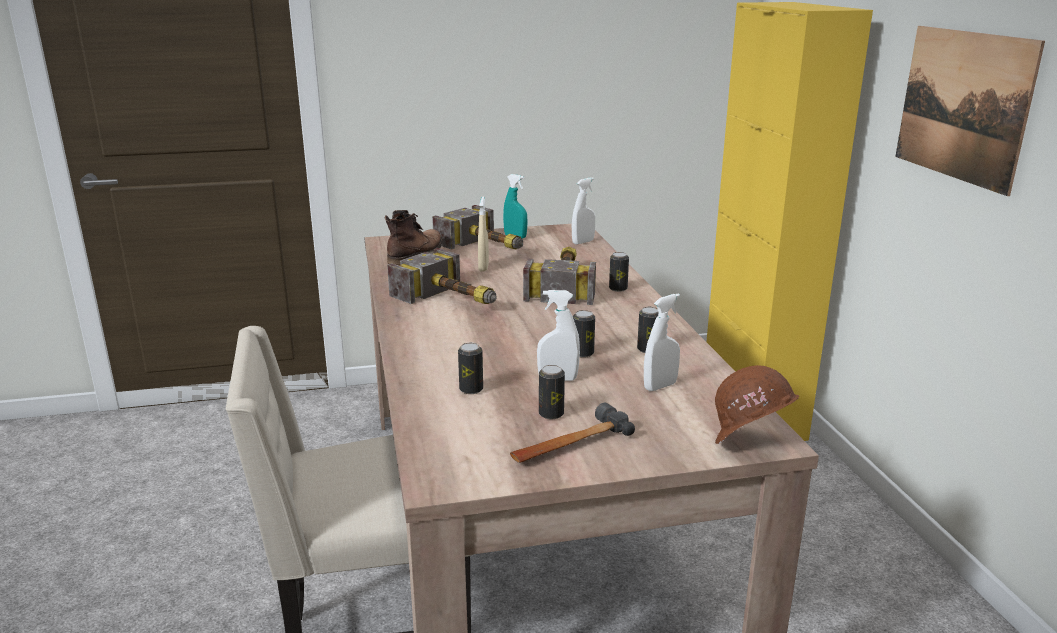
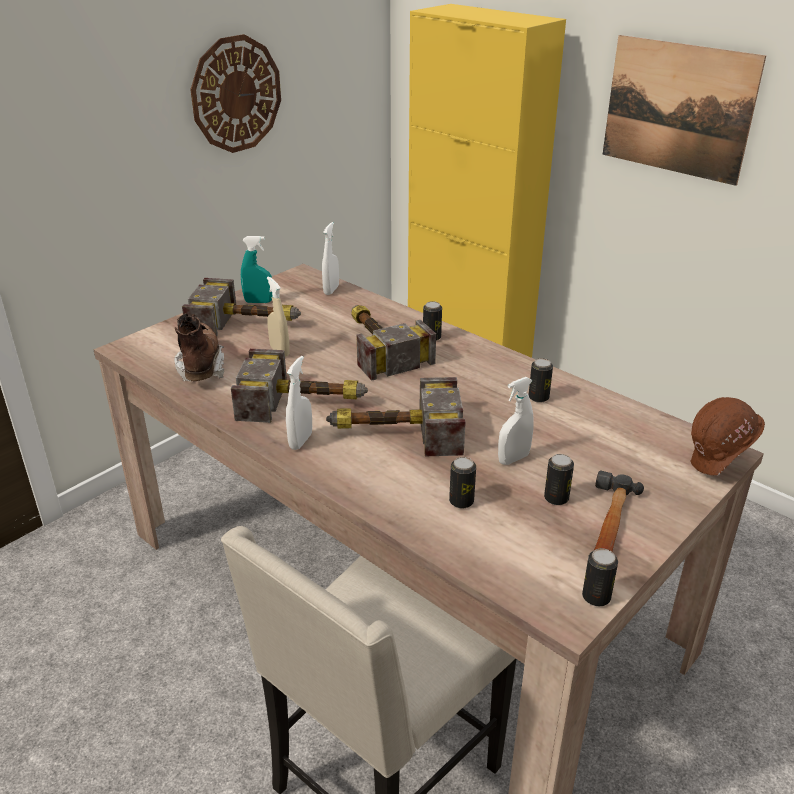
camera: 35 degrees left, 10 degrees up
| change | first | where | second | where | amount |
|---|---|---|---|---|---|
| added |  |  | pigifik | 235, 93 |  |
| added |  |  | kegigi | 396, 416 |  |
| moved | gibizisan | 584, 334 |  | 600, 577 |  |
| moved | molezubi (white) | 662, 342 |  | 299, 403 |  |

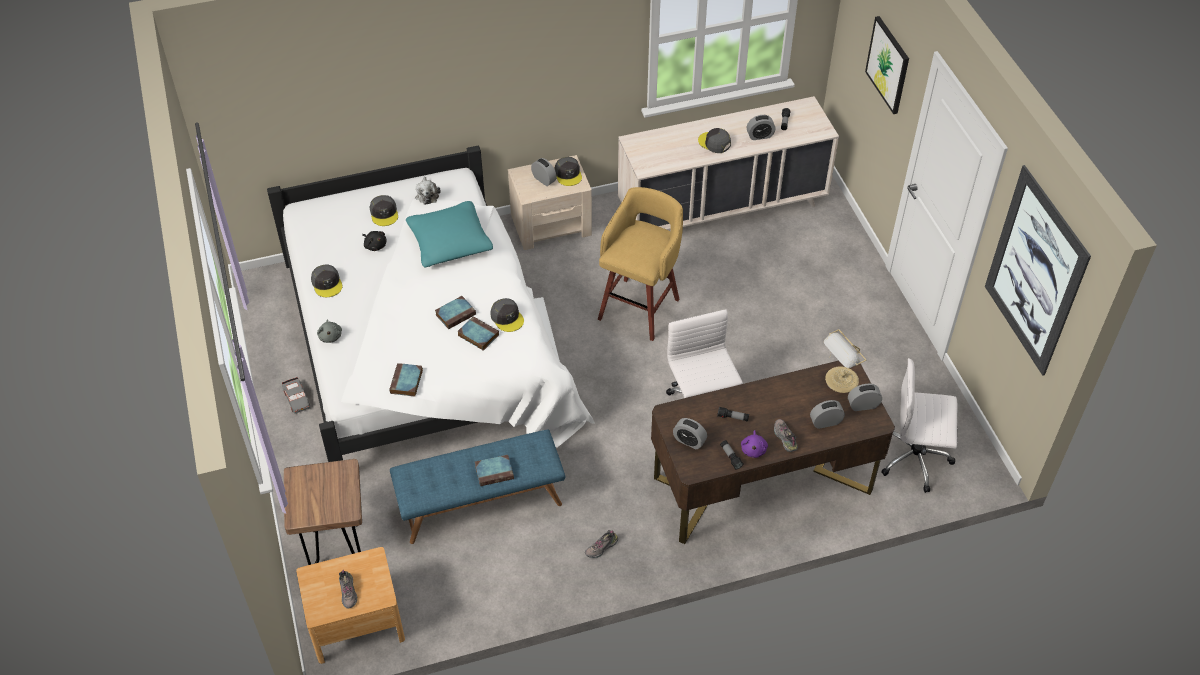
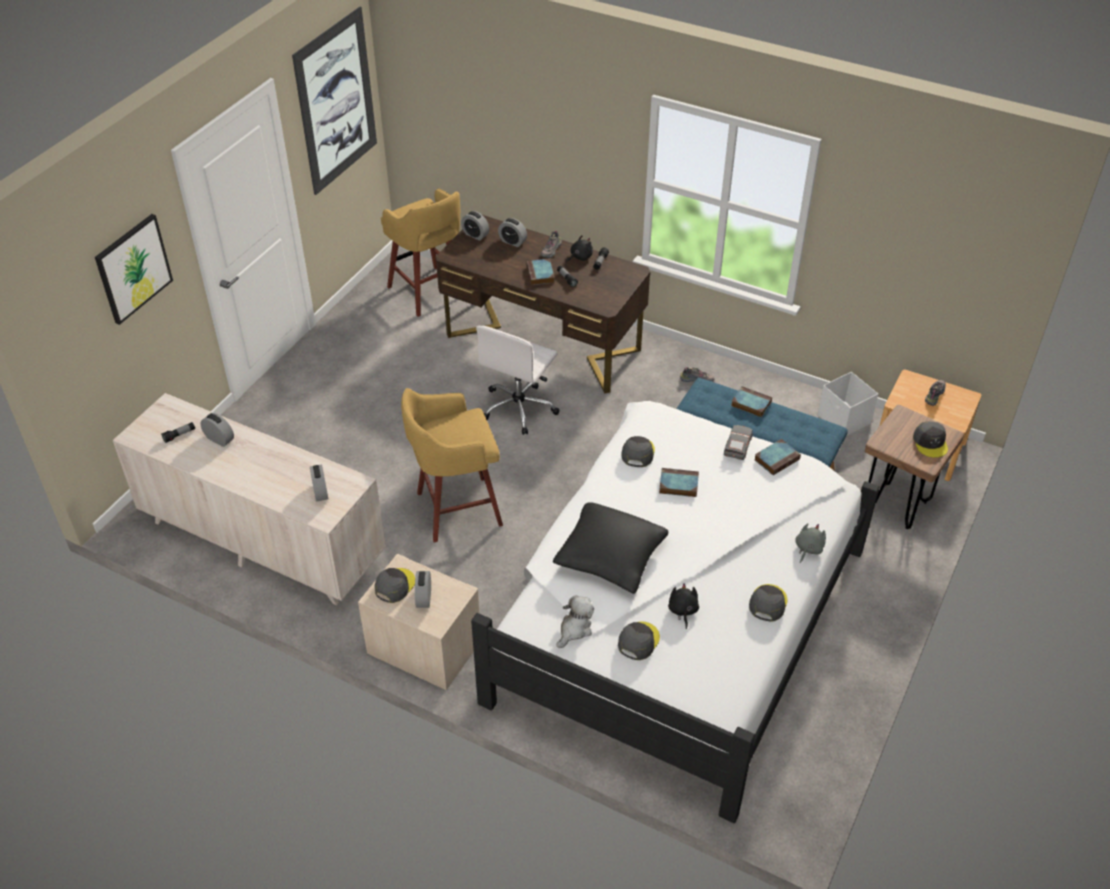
camera: 135 degrees left, 5 degrees down
| change | first | where | second | where | amount |
|---|---|---|---|---|---|
| removed | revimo | 845, 361 |  |  |  |
| added |  |  | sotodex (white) | 848, 404 |  |
| moved | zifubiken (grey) | 296, 395 |  | 738, 442 |  |
| moved | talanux | 478, 333 |  | 540, 272 |  |
| moved | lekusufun | 690, 433 |  | 319, 483 |  |
| moved | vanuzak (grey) | 714, 140 |  | 930, 439 |  |
| replaced | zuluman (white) | 919, 425 | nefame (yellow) | 420, 252 |  |
| recoloured | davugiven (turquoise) | 449, 234 | davugiven (black) | 610, 548 |  |
| recoloured | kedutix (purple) | 754, 444 | kedutix (black) | 579, 249 |  |

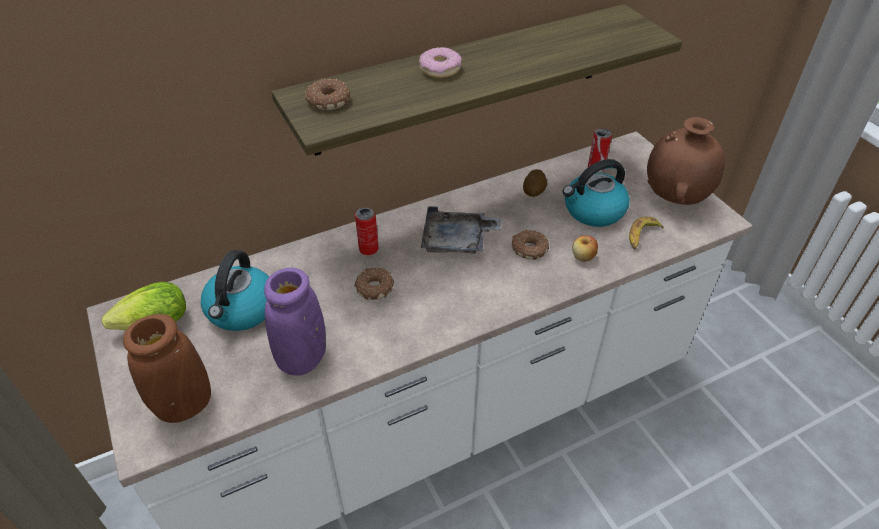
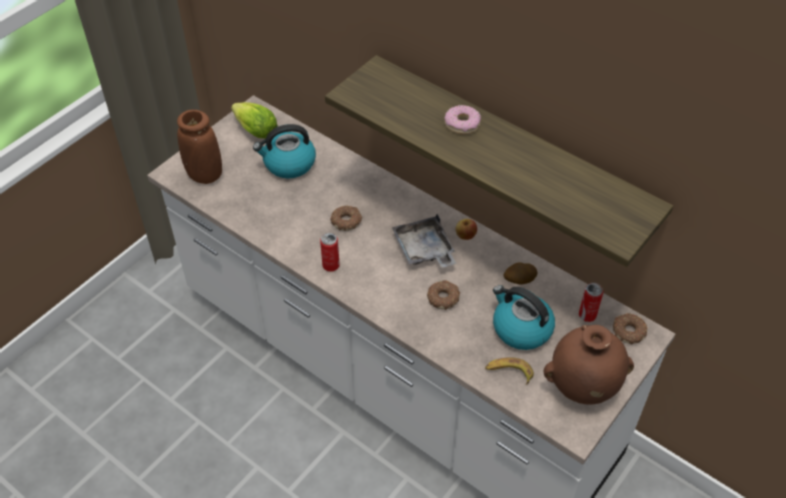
camera: 65 degrees right, 5 degrees up
| change | first | where | second | where | amount |
|---|---|---|---|---|---|
| removed | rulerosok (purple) | 295, 322 |  |  |  |
| moved | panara | 327, 94 |  | 630, 328 |  |
| moved | gibizisan | 367, 231 |  | 330, 252 |  |
| moved | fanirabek | 585, 248 |  | 466, 229 |  |

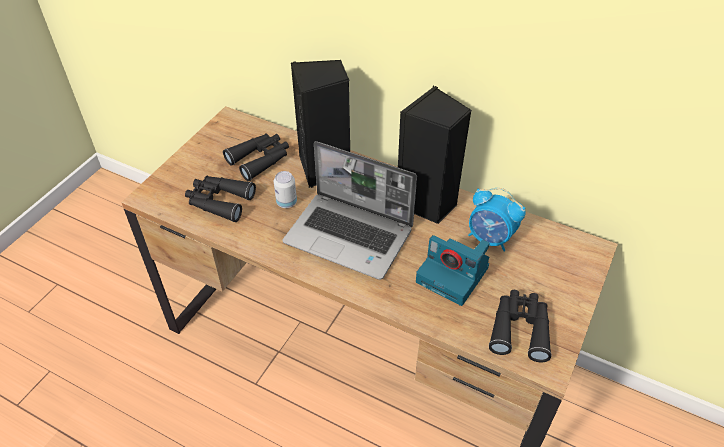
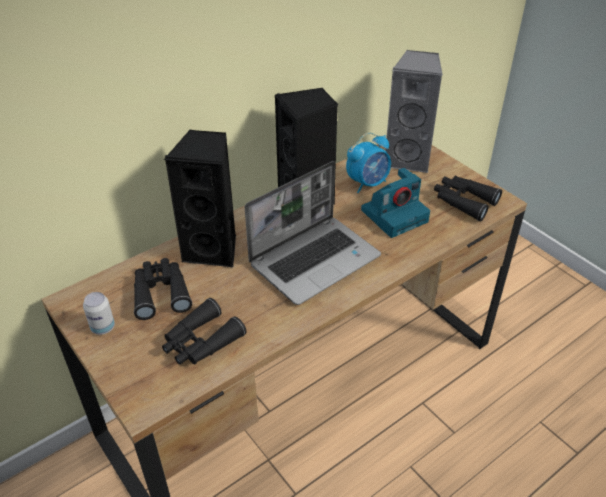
camera: 65 degrees left, 5 degrees down
| change | first | where | second | where | amount |
|---|---|---|---|---|---|
| added |  |  | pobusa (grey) | 414, 111 |  |
| moved | gibizisan | 285, 189 |  | 99, 313 |  |

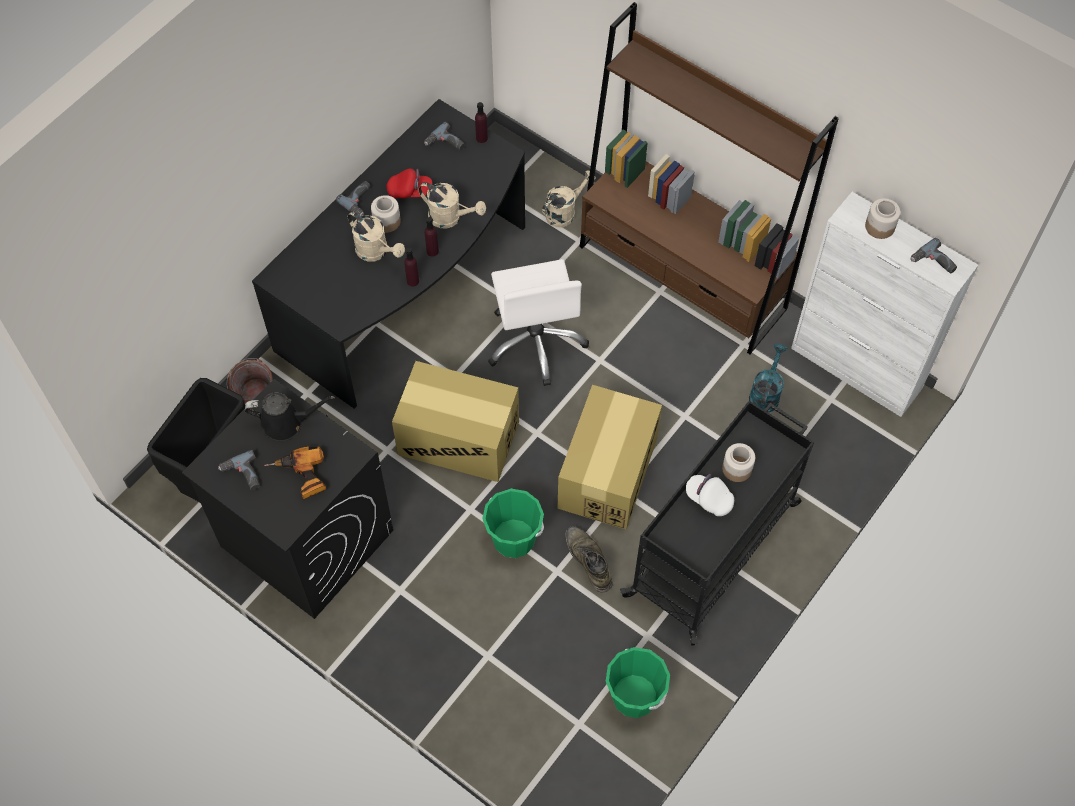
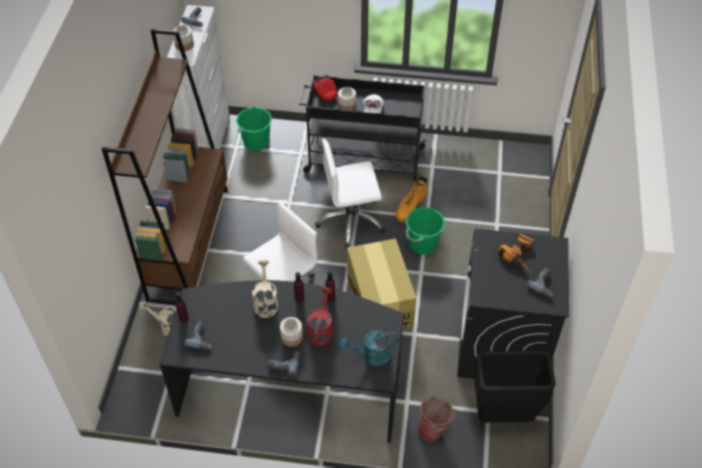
camera: 120 degrees left, 10 degrees down
| change | first | where | second | where | amount |
|---|---|---|---|---|---|
| removed | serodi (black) | 290, 417 |  |  |  |
| moved | vanuzak (red) | 409, 183 |  | 325, 88 |  |
| moved | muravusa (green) | 638, 682 |  | 254, 129 |  |
| moved | serodi (turquoise) | 768, 378 |  | 369, 348 |  |
| replaced | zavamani | 609, 457 | zuluman (white) | 350, 193 |  |
| recoloured | serodi (beige) | 376, 236 | serodi (red) | 320, 316 |  |
| recoloured | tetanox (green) | 588, 559 | tetanox (orange) | 411, 199 |  |

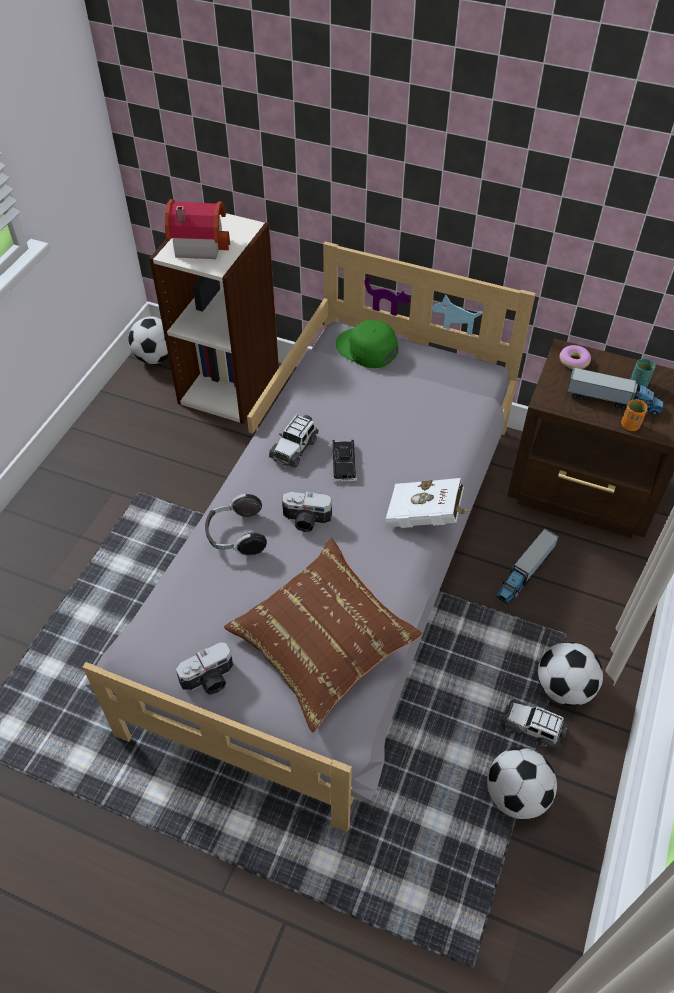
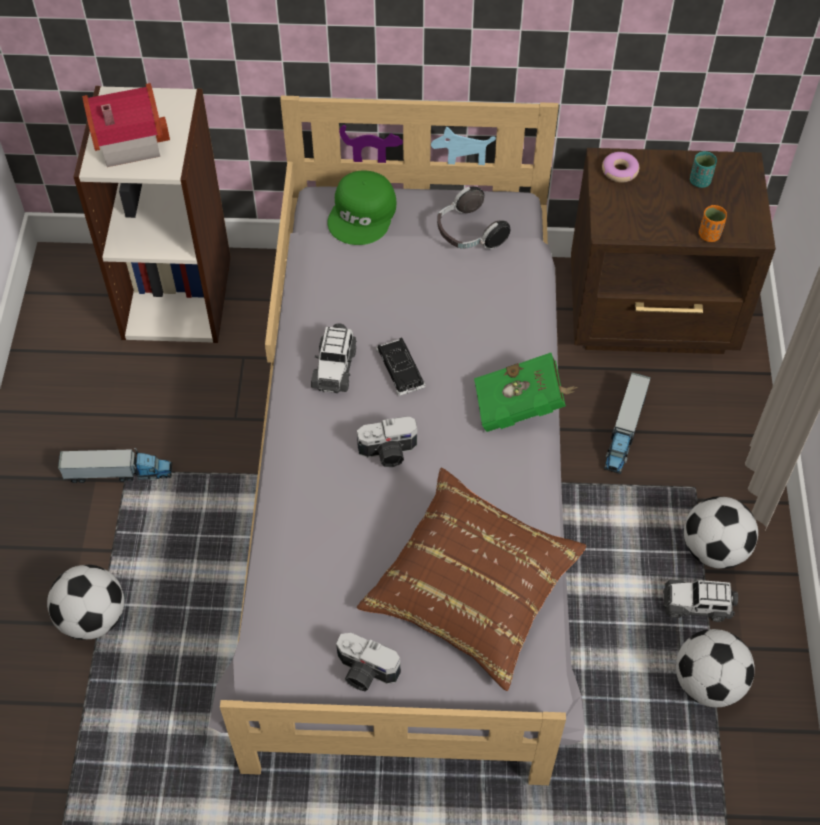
camera: 20 degrees left, 5 degrees up
| change | first | where | second | where | amount |
|---|---|---|---|---|---|
| moved | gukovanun | 148, 340 |  | 85, 602 |  |
| moved | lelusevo | 236, 525 |  | 473, 217 |  |
| moved | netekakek | 615, 391 |  | 115, 465 |  |
| recoloured | talanux (white) | 429, 503 | talanux (green) | 526, 392 |  |
| turned | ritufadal | 204, 668 |  | 368, 662 | 75 degrees clockwise |
| turned | vanuzak (green) | 367, 344 |  | 361, 207 | 90 degrees counterclockwise |

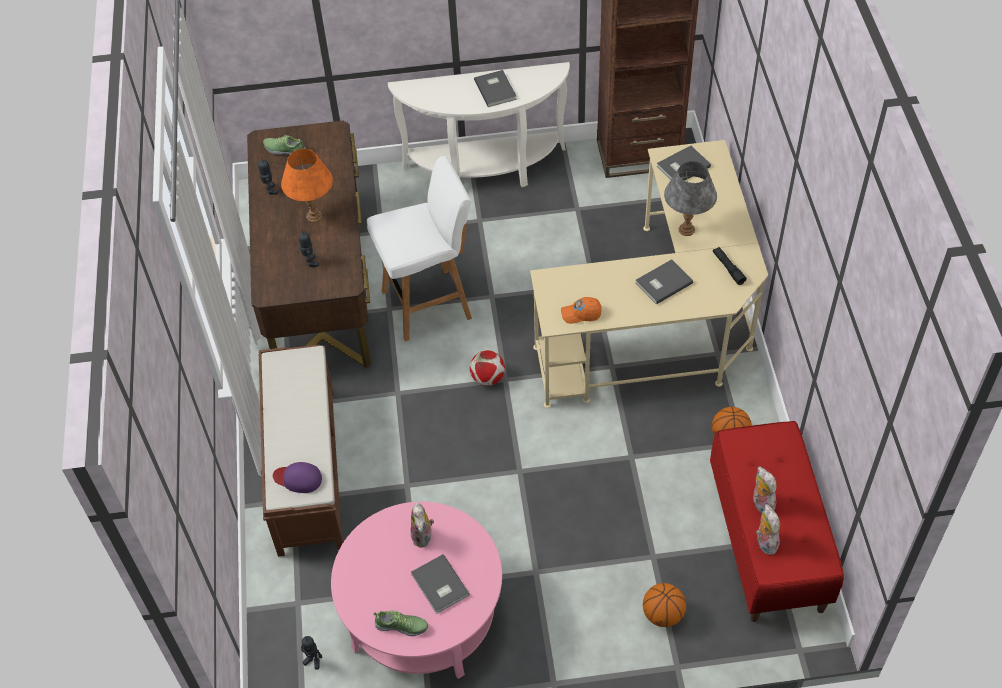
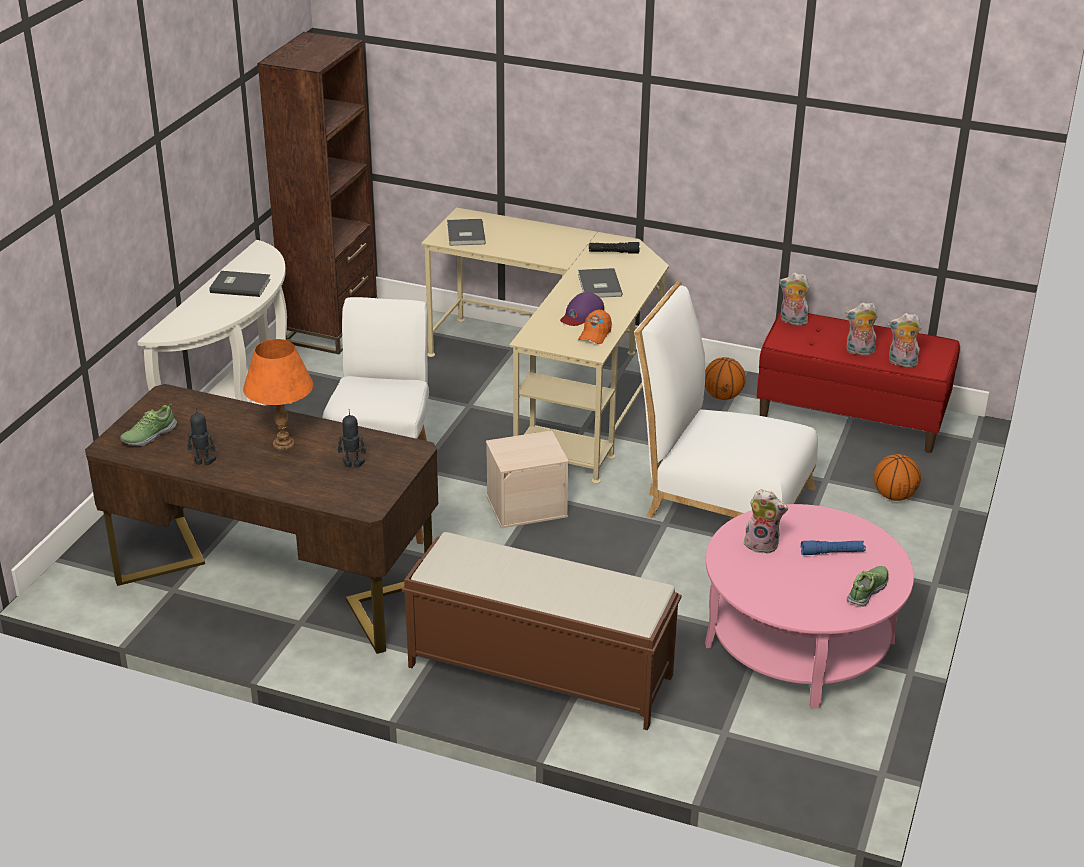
camera: 65 degrees left, 20 degrees down
| change | first | where | second | where | amount |
|---|---|---|---|---|---|
| removed | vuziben | 311, 653 |  |  |  |
| removed | revimo (grey) | 690, 198 |  |  |  |
| added |  |  | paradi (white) | 726, 399 |  |
| added |  |  | kedutix | 794, 299 |  |
| moved | vanuzak (purple) | 297, 477 |  | 582, 309 |  |
| replaced | talanux (grey) | 440, 584 | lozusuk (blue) | 833, 547 |  |
| replaced | gukovanun | 487, 368 | sotodex (beige) | 527, 479 |  |

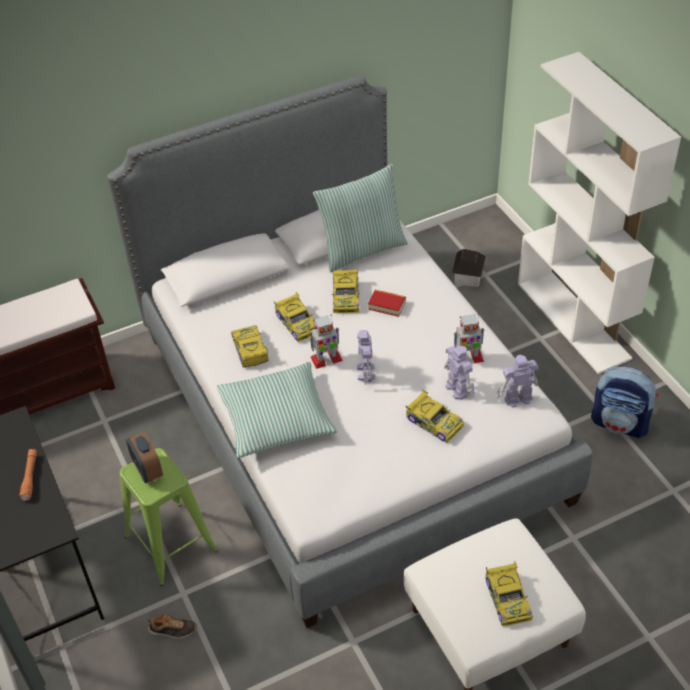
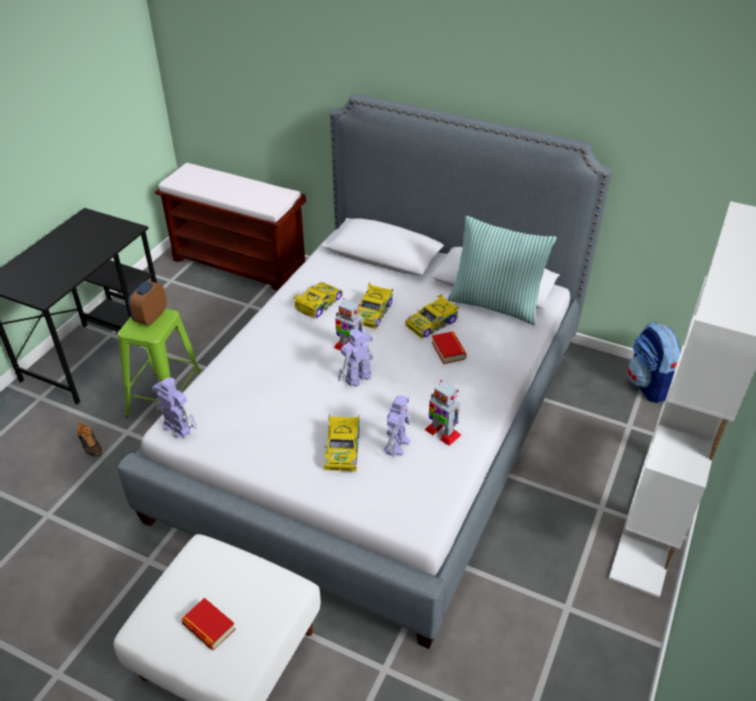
camera: 50 degrees right, 5 degrees down
| change | first | where | second | where | amount |
|---|---|---|---|---|---|
| removed | lozusuk (orange) | 28, 475 |  |  |  |
| removed | davugiven | 277, 410 |  |  |  |
| removed | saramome | 469, 268 |  |  |  |
| moved | vuziben | 517, 381 |  | 174, 408 |  |
| moved | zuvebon | 625, 402 |  | 654, 362 |  |
| replaced | zifubiken | 509, 594 | talanux | 208, 624 |  |

